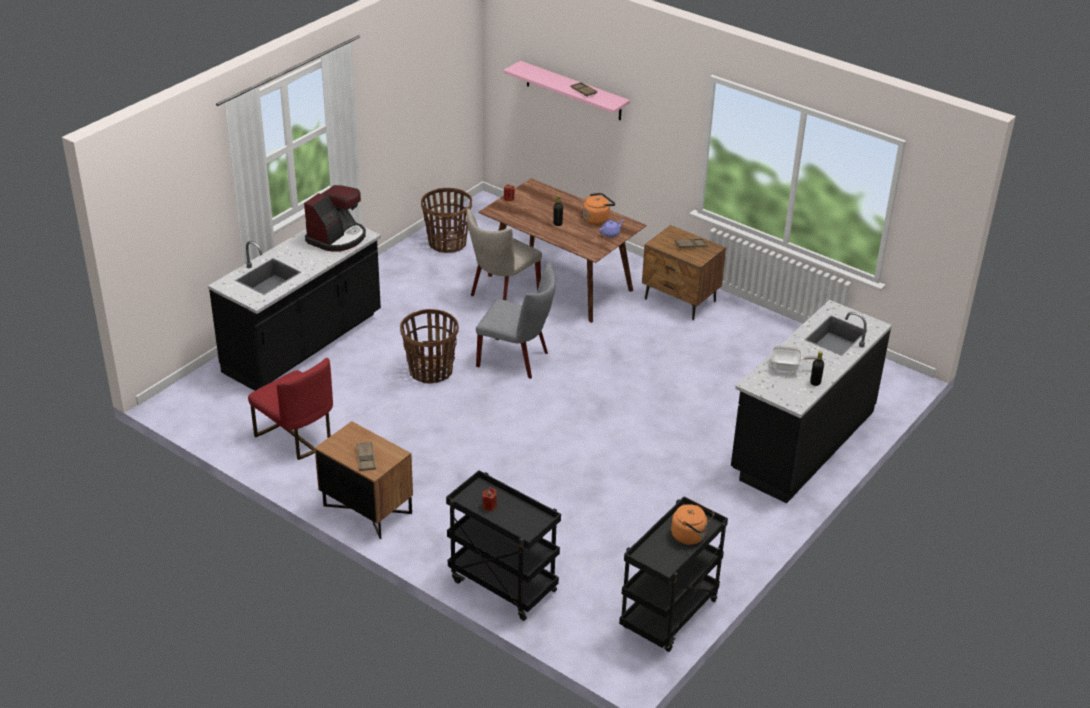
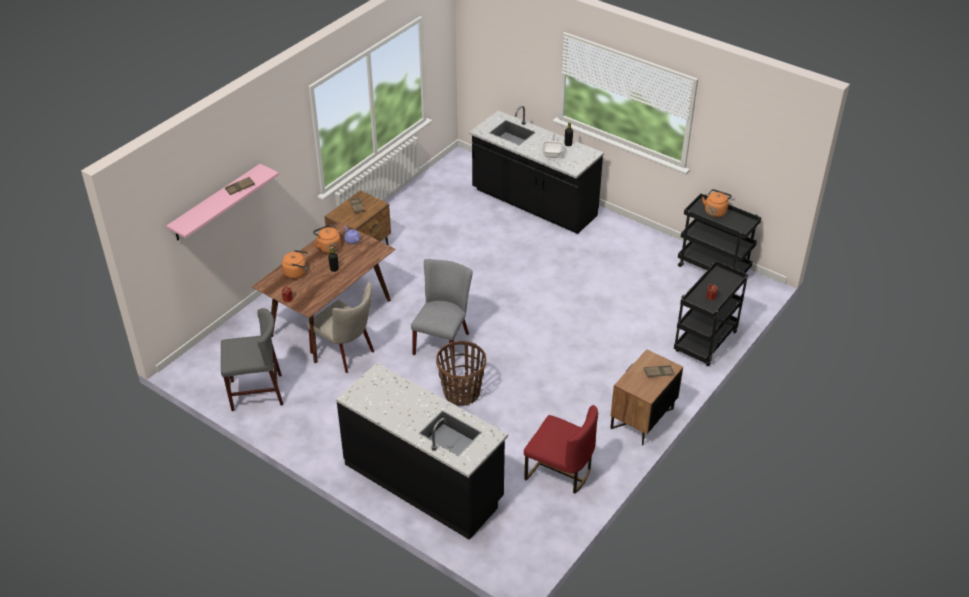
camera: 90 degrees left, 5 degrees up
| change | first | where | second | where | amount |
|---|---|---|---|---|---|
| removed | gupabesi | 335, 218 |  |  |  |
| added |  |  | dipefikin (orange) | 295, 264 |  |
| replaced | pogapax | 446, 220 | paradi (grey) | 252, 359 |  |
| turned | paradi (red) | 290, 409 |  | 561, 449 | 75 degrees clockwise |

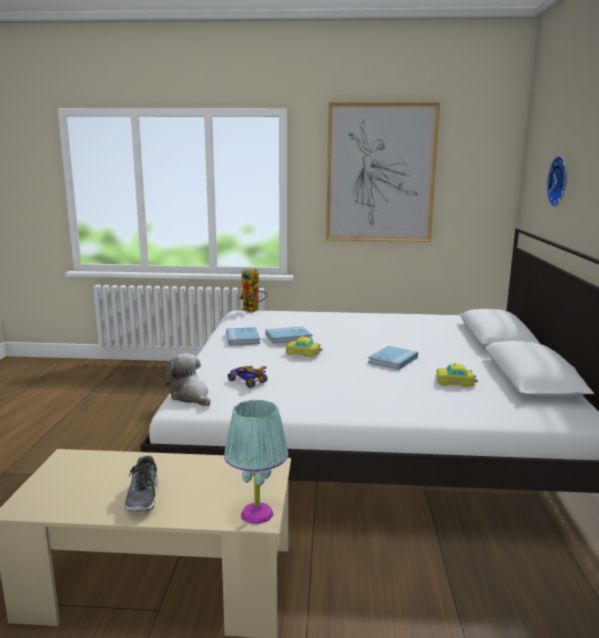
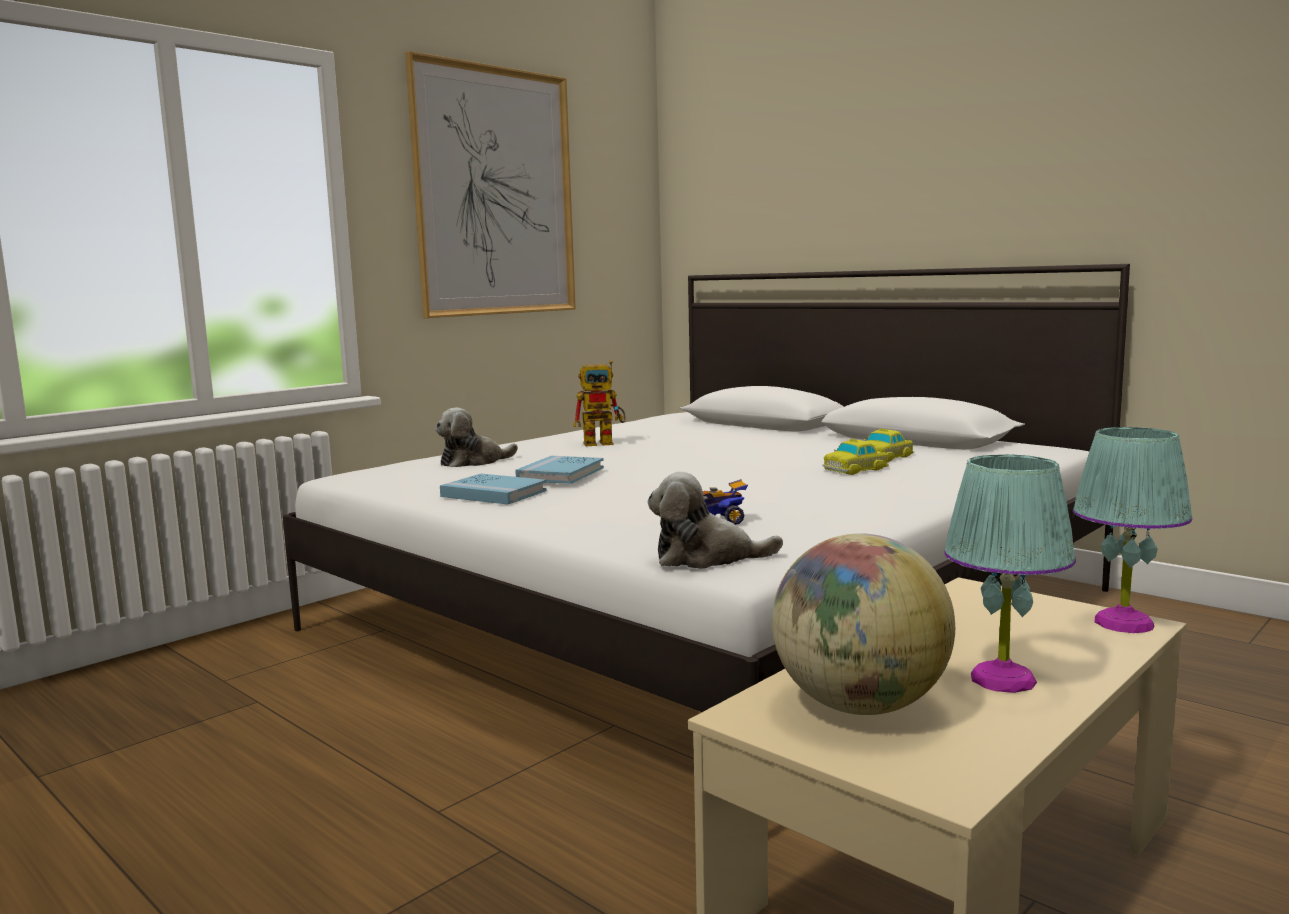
camera: 50 degrees left, 5 degrees down
| change | first | where | second | where | amount |
|---|---|---|---|---|---|
| removed | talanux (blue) | 393, 358 |  |  |  |
| removed | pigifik | 556, 181 |  |  |  |
| added |  |  | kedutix | 476, 437 |  |
| added |  |  | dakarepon | 863, 624 |  |
| moved | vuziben | 254, 291 |  | 599, 403 |  |
| moved | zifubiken | 303, 346 |  | 856, 457 |  |
| replaced | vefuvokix | 141, 484 | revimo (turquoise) | 1010, 573 |  |

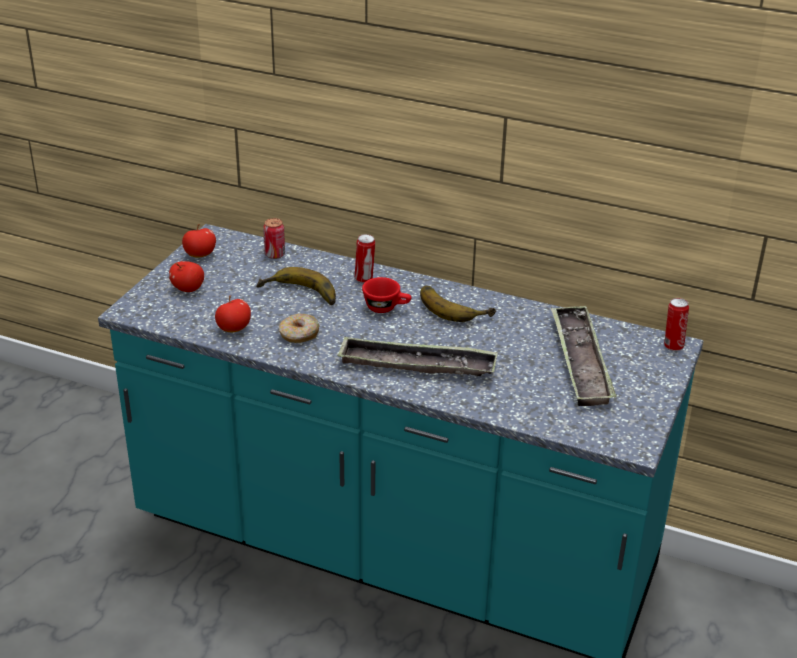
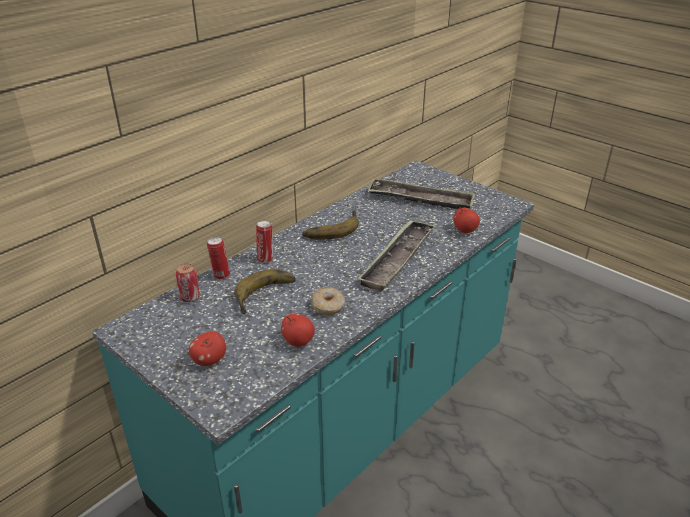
camera: 70 degrees left, 0 degrees up
| change | first | where | second | where | amount |
|---|---|---|---|---|---|
| removed | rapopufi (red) | 387, 295 |  |  |  |
| moved | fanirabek | 199, 241 |  | 466, 220 |  |
| moved | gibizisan | 676, 324 |  | 218, 258 |  |

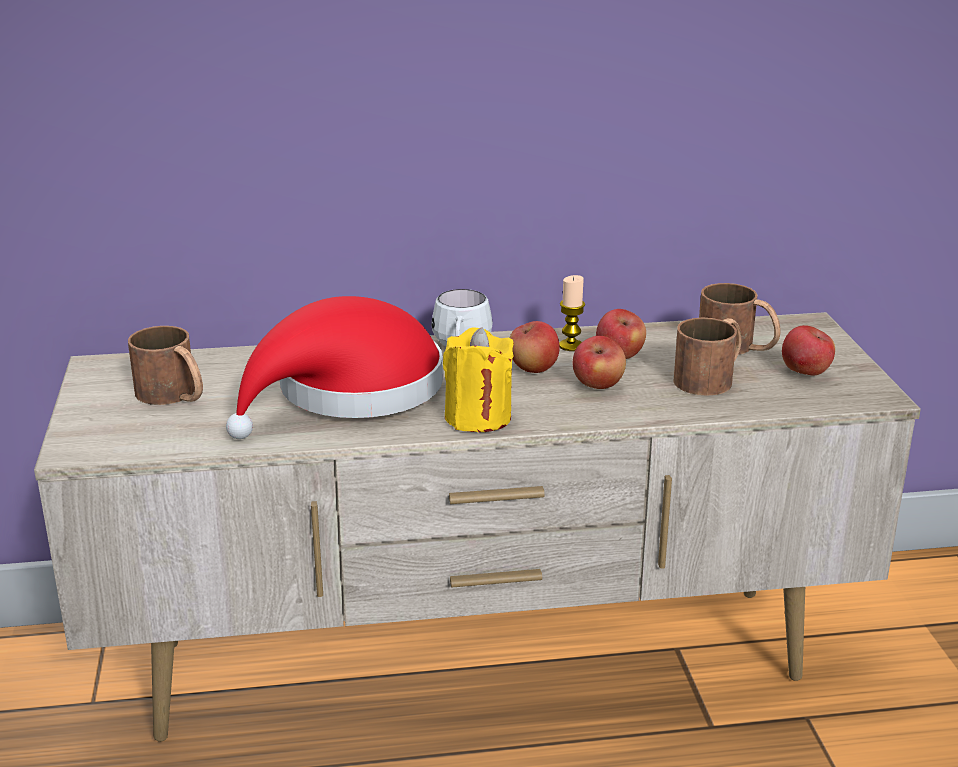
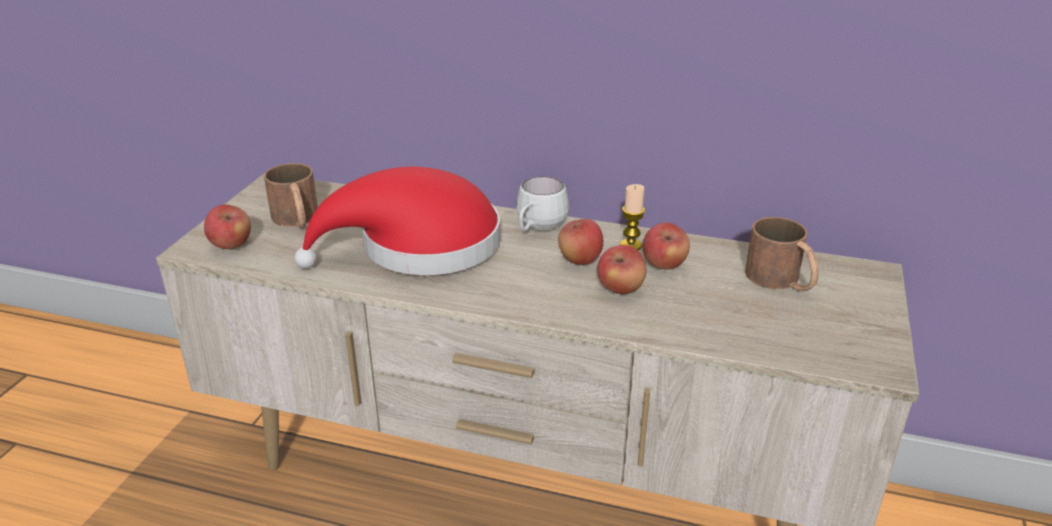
camera: 25 degrees right, 5 degrees up
| change | first | where | second | where | amount |
|---|---|---|---|---|---|
| removed | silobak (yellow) | 478, 379 |  |  |  |
| removed | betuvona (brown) | 707, 357 |  |  |  |
| moved | fanirabek | 808, 350 |  | 227, 227 |  |

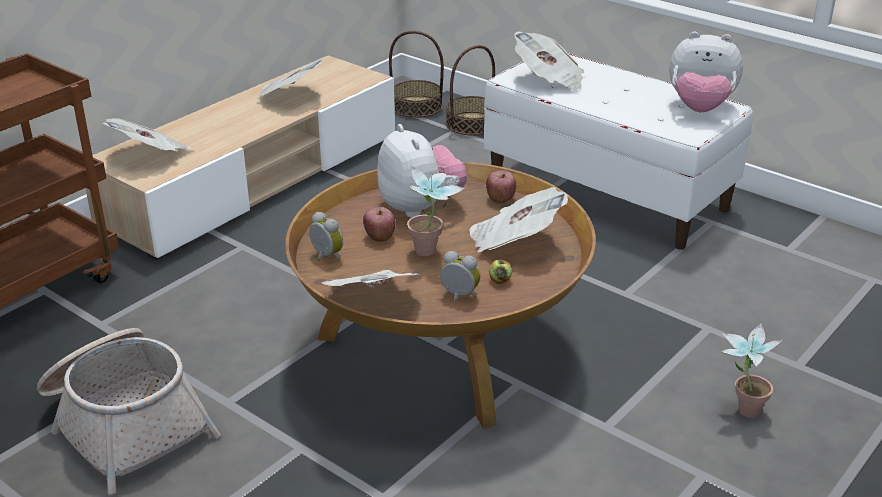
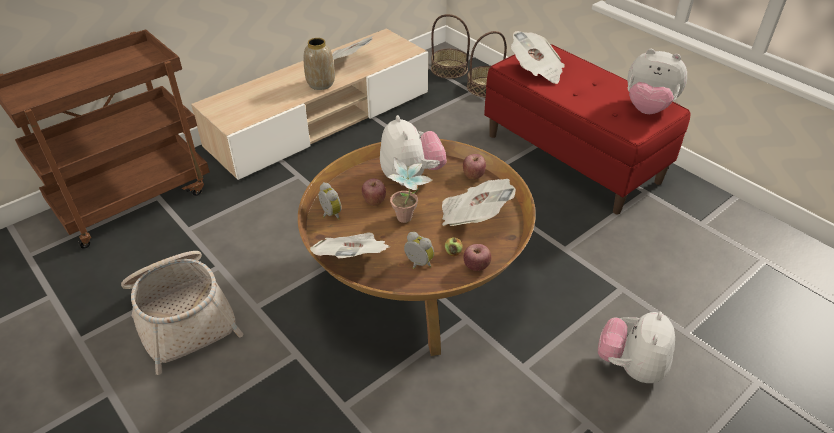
camera: 10 degrees right, 10 degrees up
| change | first | where | second | where | amount |
|---|---|---|---|---|---|
| removed | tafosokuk | 147, 134 |  |  |  |
| added |  |  | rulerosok | 319, 64 |  |
| added |  |  | fanirabek | 477, 257 |  |
| replaced | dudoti | 751, 370 | kedutix | 636, 347 |  |
| recoloured | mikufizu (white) | 618, 151 | mikufizu (red) | 587, 129 |  |

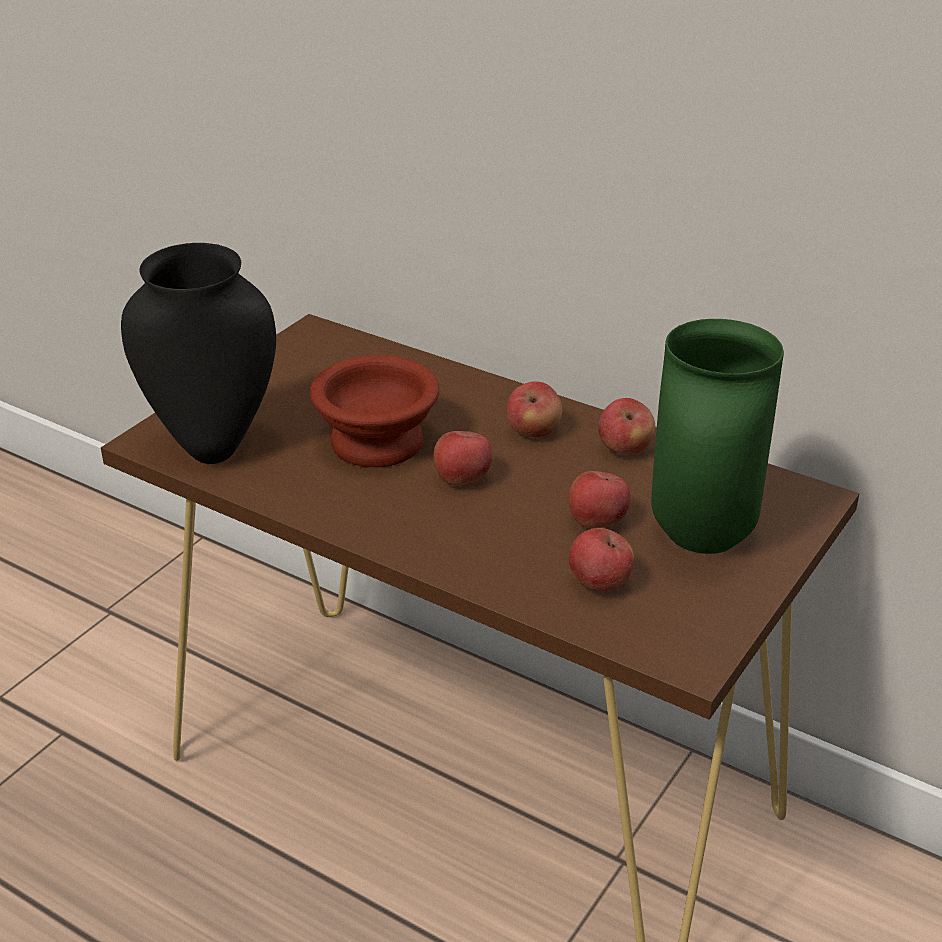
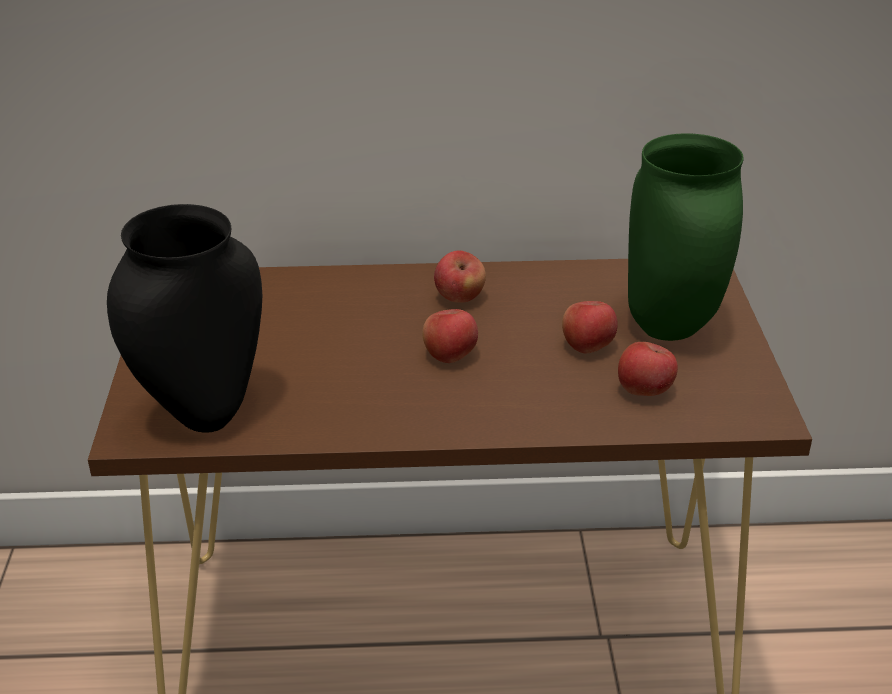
camera: 35 degrees left, 0 degrees up
| change | first | where | second | where | amount |
|---|---|---|---|---|---|
| removed | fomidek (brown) | 374, 411 |  |  |  |
| removed | fanirabek | 626, 426 |  |  |  |

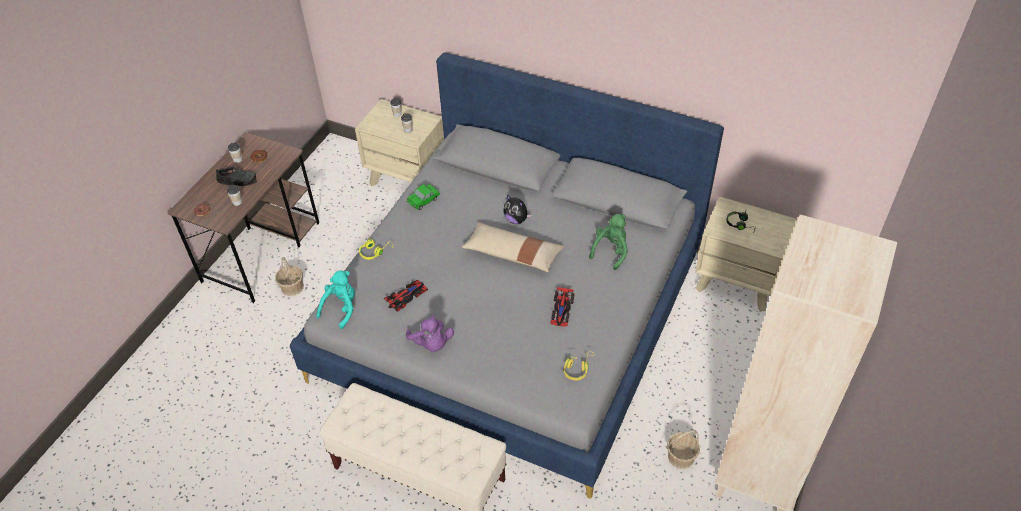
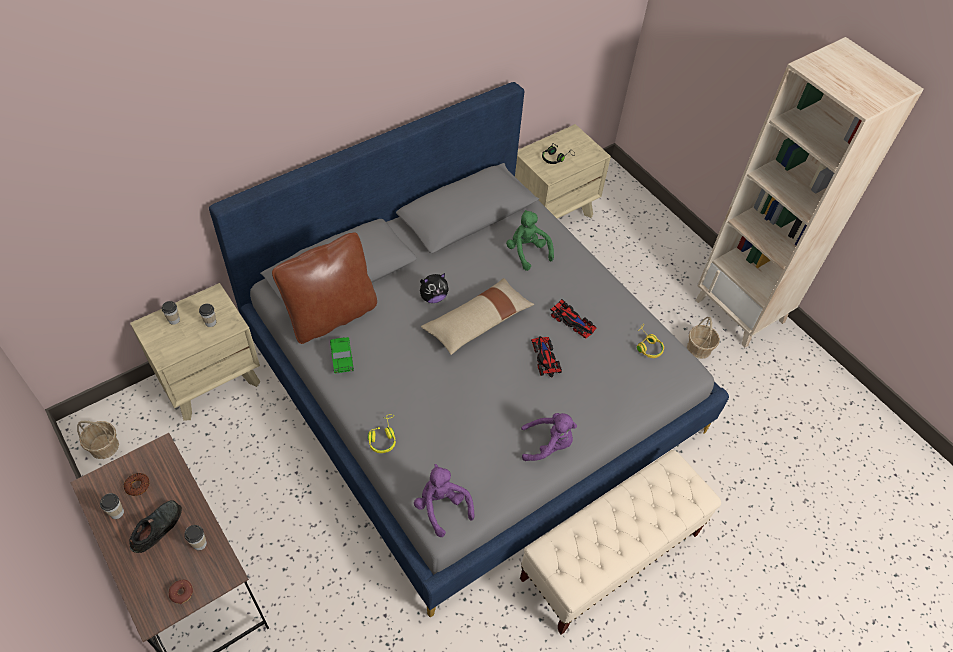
camera: 65 degrees left, 5 degrees up
| change | first | where | second | where | amount |
|---|---|---|---|---|---|
| added |  |  | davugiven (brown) | 324, 288 |  |
| moved | pogapax | 289, 276 |  | 98, 440 |  |
| moved | zifubiken | 406, 296 |  | 546, 356 |  |
| recoloured | kedutix (turquoise) | 335, 300 | kedutix (purple) | 444, 500 |  |

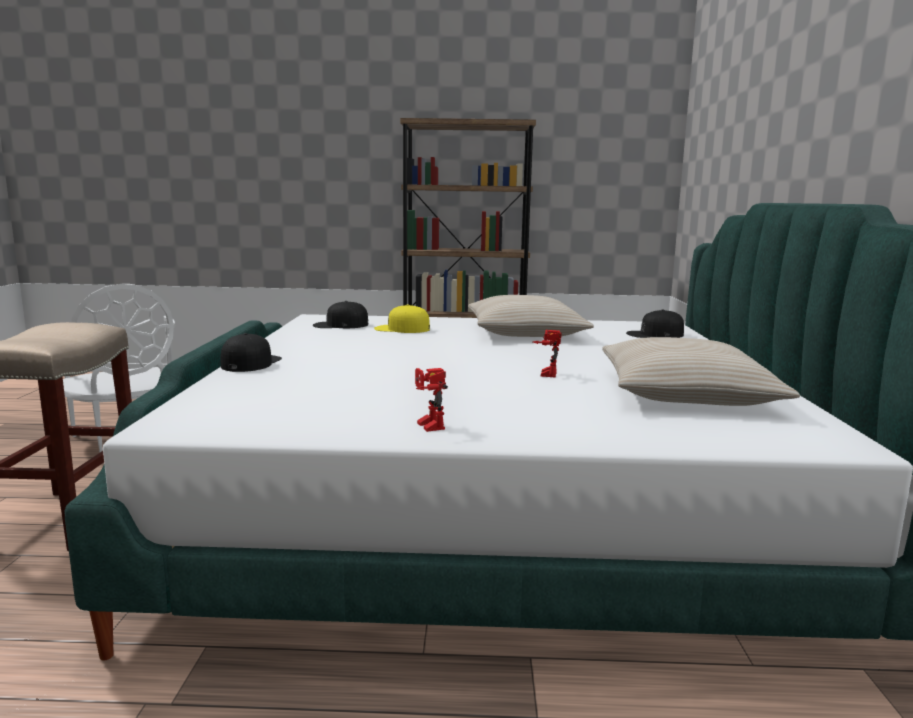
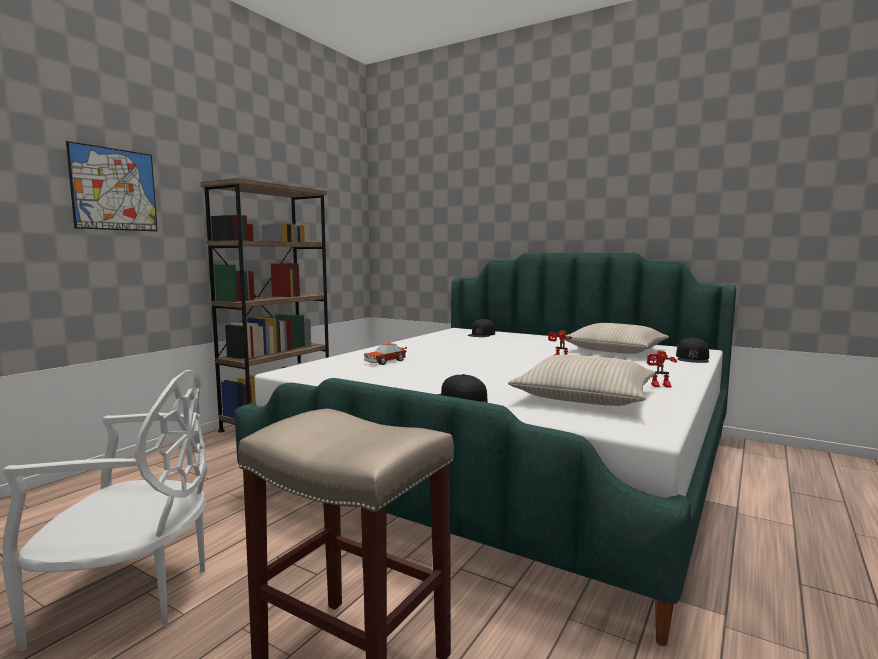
camera: 60 degrees left, 5 degrees down
| change | first | where | second | where | amount |
|---|---|---|---|---|---|
| added |  |  | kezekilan | 112, 186 |  |
| moved | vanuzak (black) | 340, 314 |  | 692, 350 |  |
| moved | davugiven (beige) | 531, 316 |  | 582, 380 |  |
| replaced | vanuzak (yellow) | 402, 318 | zifubiken | 385, 354 |  |

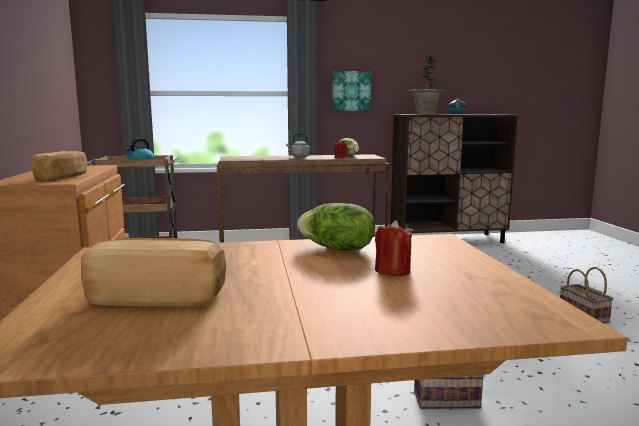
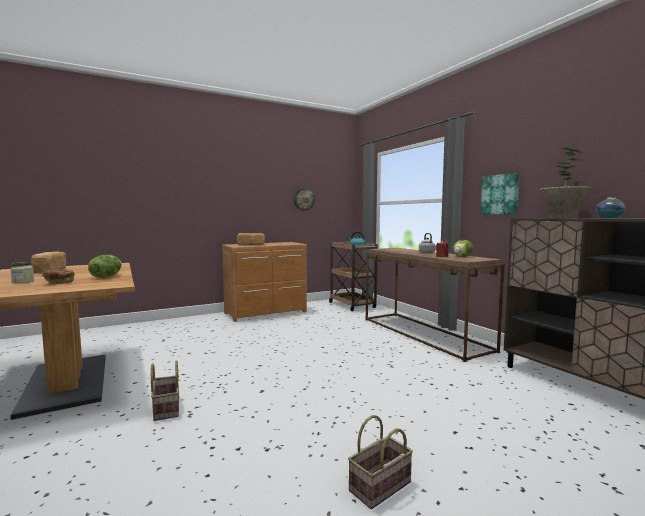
camera: 70 degrees right, 5 degrees down
| change | first | where | second | where | amount |
|---|---|---|---|---|---|
| added |  |  | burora | 22, 272 |  |
| added |  |  | pigifik | 304, 199 |  |
| replaced | silobak (red) | 394, 248 | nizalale | 58, 276 |  |

